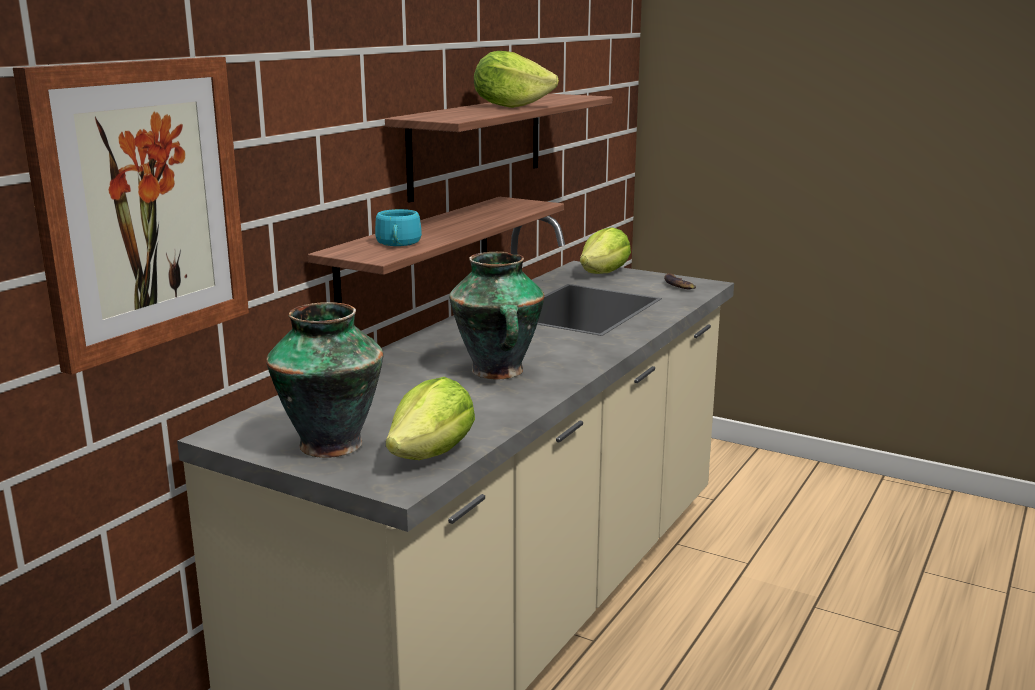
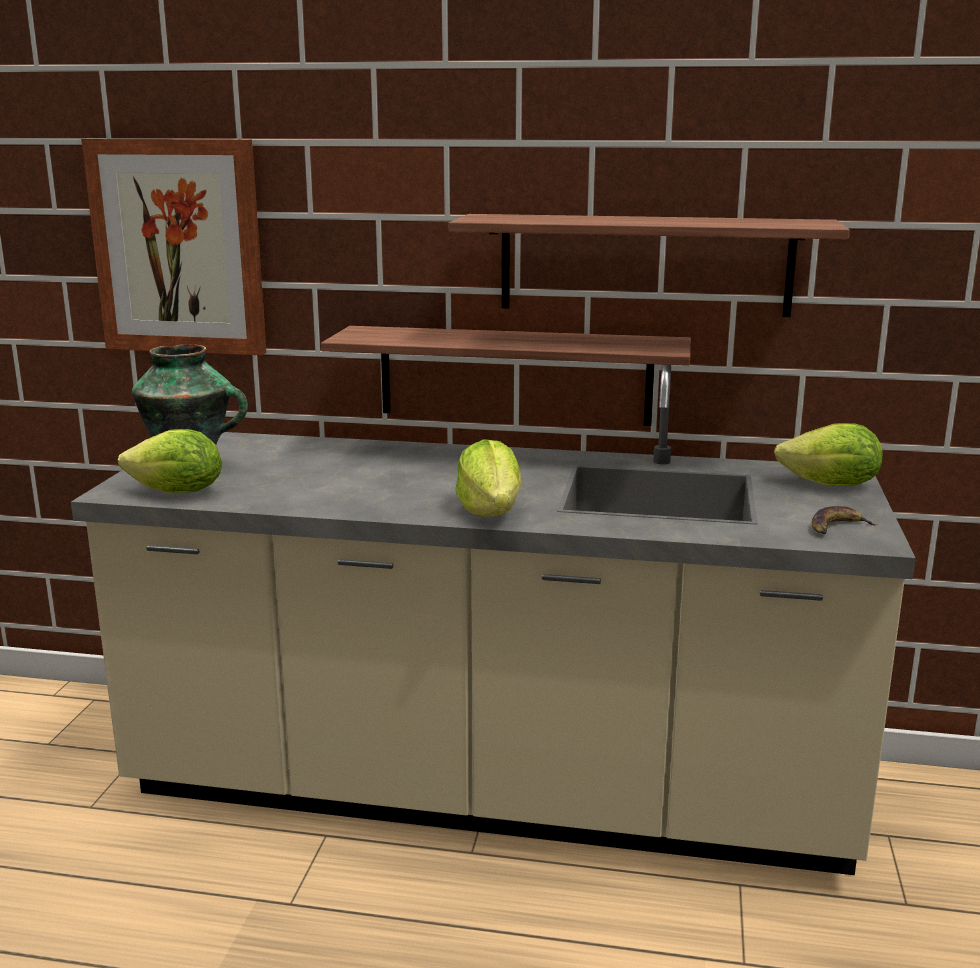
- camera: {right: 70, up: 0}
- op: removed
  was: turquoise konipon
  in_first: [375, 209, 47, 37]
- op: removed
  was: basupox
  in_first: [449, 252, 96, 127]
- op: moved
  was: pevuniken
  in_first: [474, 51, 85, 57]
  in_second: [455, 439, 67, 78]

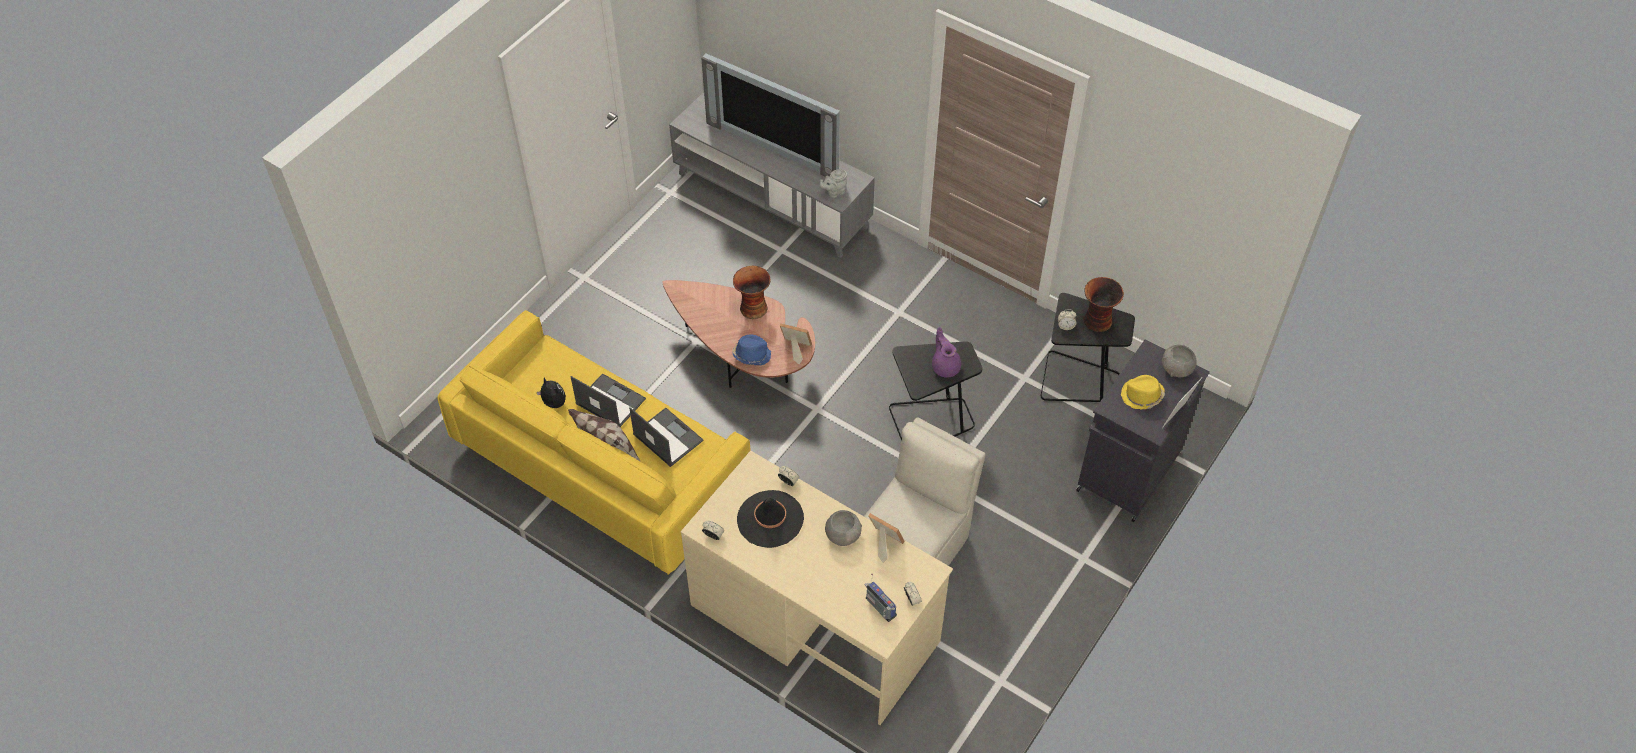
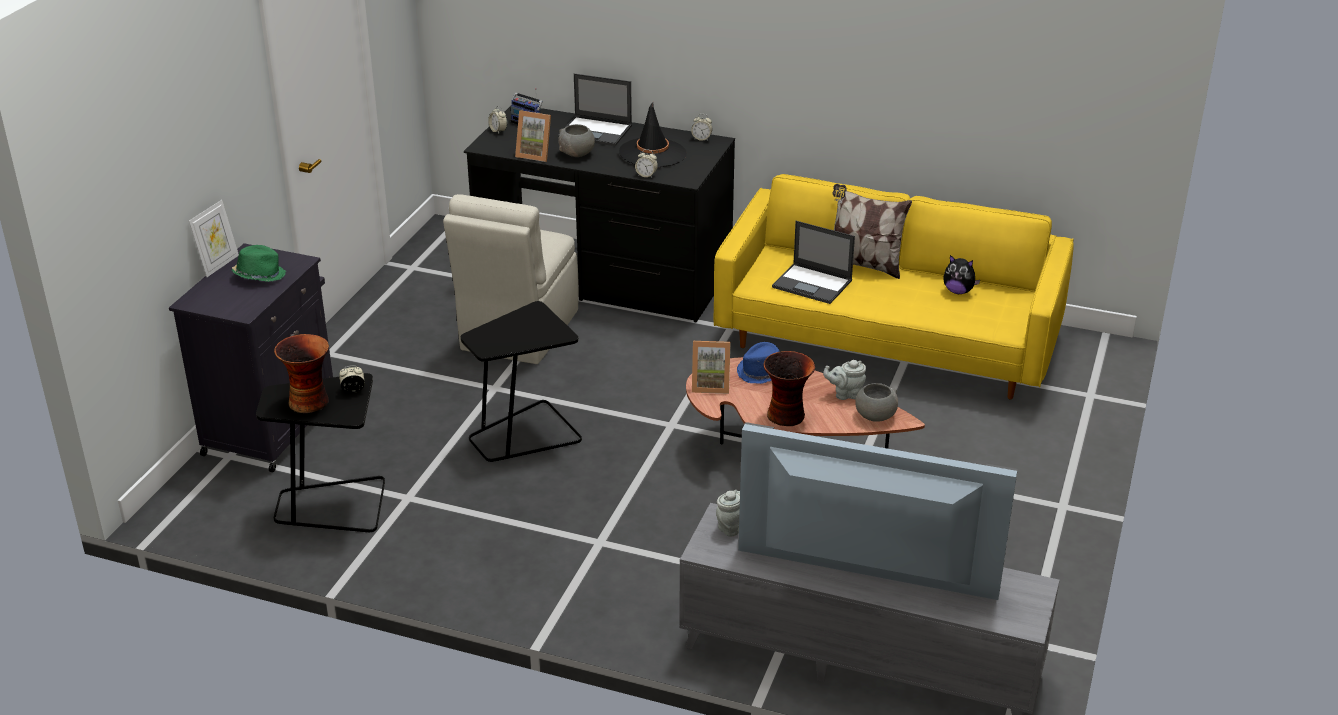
- camera: {right: 165, up: -20}
- op: moved
  was: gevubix
  in_first: [571, 373, 75, 54]
  in_second: [558, 74, 74, 72]
- op: recoloured
  was: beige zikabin
  now: black zikabin
  in_first: [681, 451, 272, 274]
  in_second: [464, 106, 271, 216]
- op: removed
  was: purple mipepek
  in_first: [932, 327, 29, 51]
- op: recoloured
  was: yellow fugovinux
  now: green fugovinux
  in_first: [1121, 375, 44, 35]
  in_second: [232, 245, 54, 37]
- op: moved
  was: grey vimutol
  in_first: [1162, 345, 35, 32]
  in_second: [855, 383, 43, 39]
- op: added
  now: grey mipepek
  in_second: [823, 360, 43, 40]

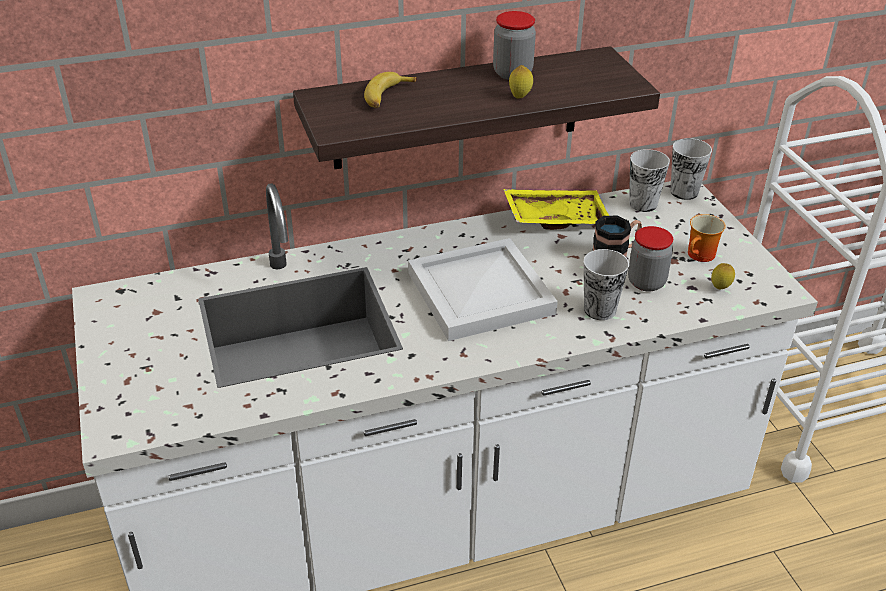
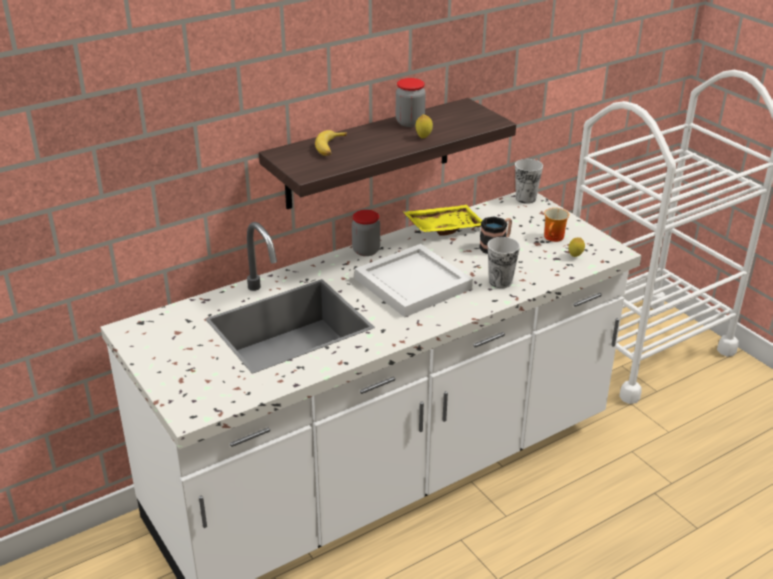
- camera: {right: -15, up: -5}
- op: moved
  was: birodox
  in_first: [628, 226, 45, 65]
  in_second: [352, 210, 28, 46]
- op: removed
  was: konipon
  in_first: [629, 149, 41, 63]

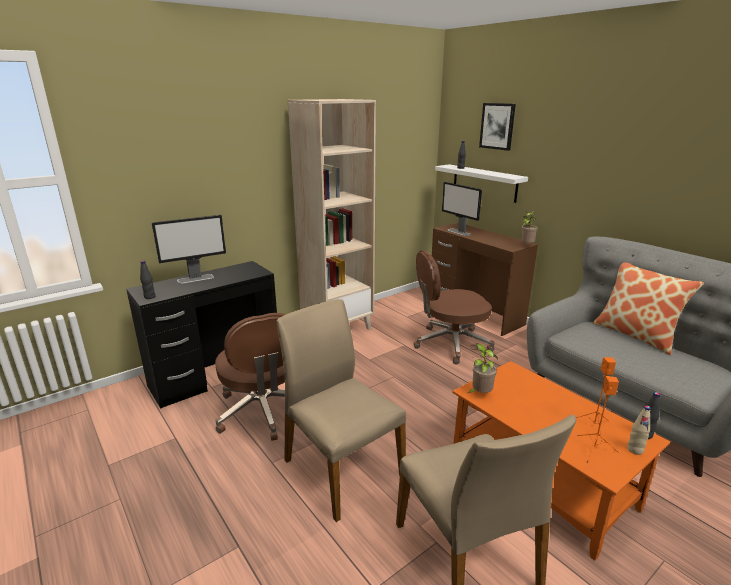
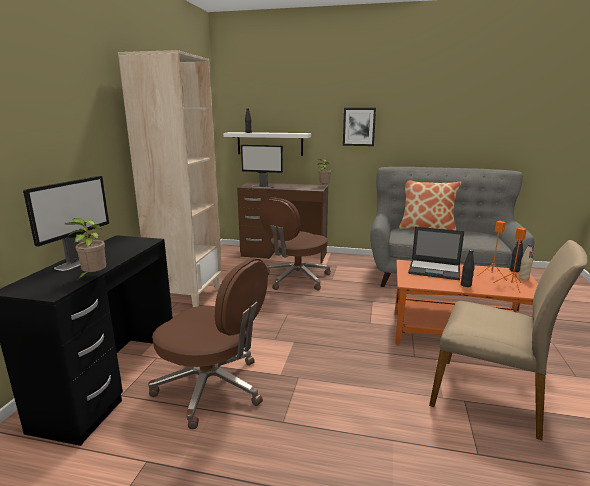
- camera: {right: -40, up: -5}
- op: moved
  was: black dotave
  in_first: [140, 261, 16, 38]
  in_second: [461, 250, 14, 37]
- op: removed
  was: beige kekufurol
  in_first: [277, 299, 129, 223]
- op: moved
  was: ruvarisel
  in_first: [468, 344, 30, 49]
  in_second: [65, 218, 41, 61]
- op: moved
  was: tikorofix
  in_first: [479, 103, 37, 48]
  in_second: [343, 108, 33, 38]
- op: added
  now: gevubix
  in_second: [408, 227, 56, 53]

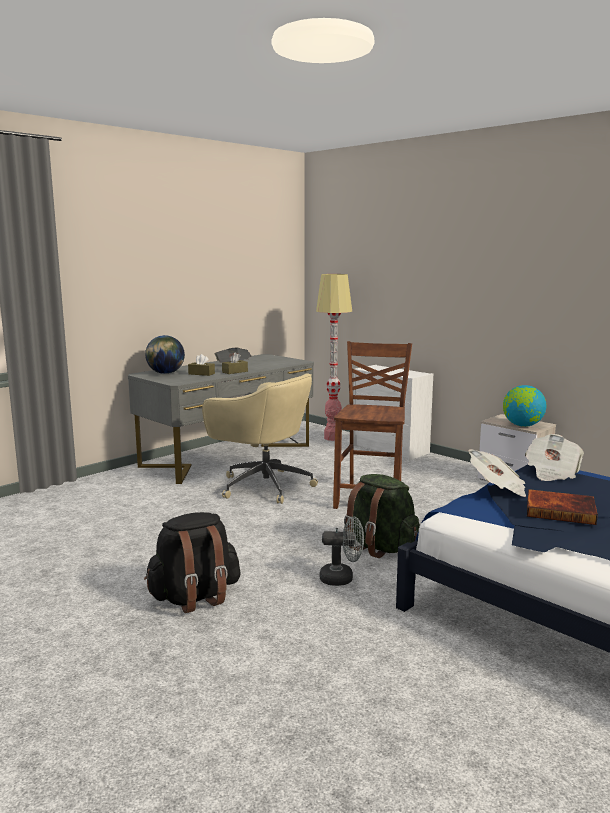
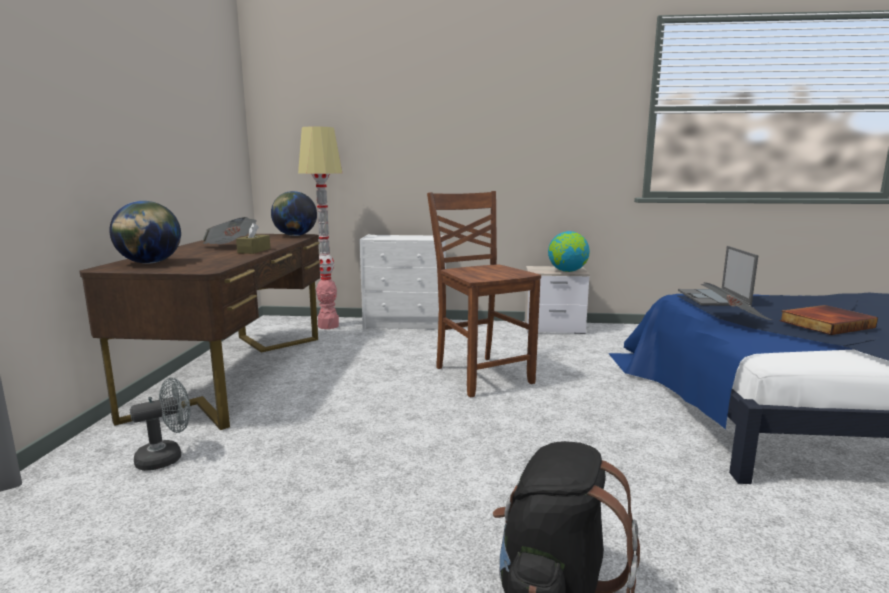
- camera: {right: -40, up: 0}
- op: recoloured
  was: grey zikabin
  now: brown zikabin
  in_first: [128, 354, 186, 130]
  in_second: [80, 234, 241, 196]
- op: removed
  was: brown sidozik
  in_first: [188, 354, 27, 22]
- op: removed
  was: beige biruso
  in_first: [202, 373, 116, 131]
- op: moved
  was: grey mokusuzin
  in_first: [320, 517, 44, 69]
  in_second: [130, 378, 60, 93]
- op: removed
  was: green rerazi
  in_first: [344, 474, 76, 84]
- op: replaced
  was: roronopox
  now: gevubix
  in_first: [525, 434, 59, 47]
  in_second: [678, 246, 80, 60]
- op: added
  now: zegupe
  in_second: [271, 191, 46, 45]

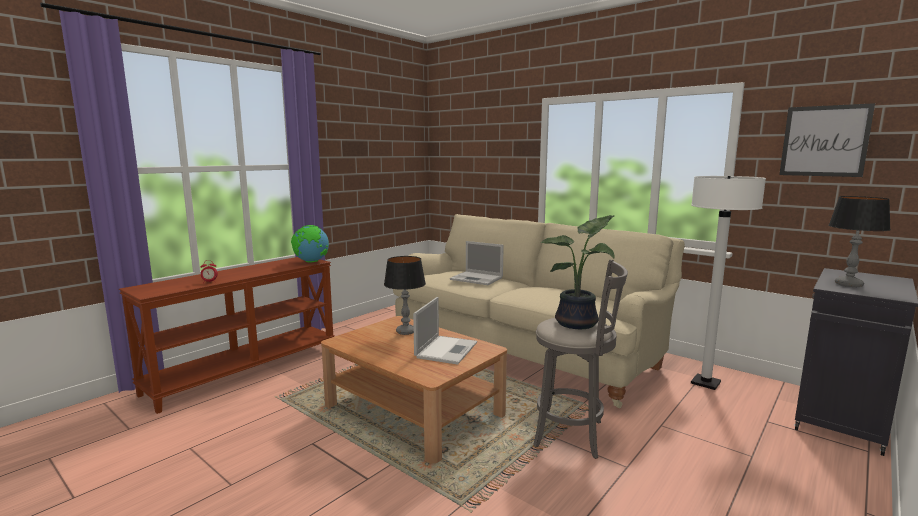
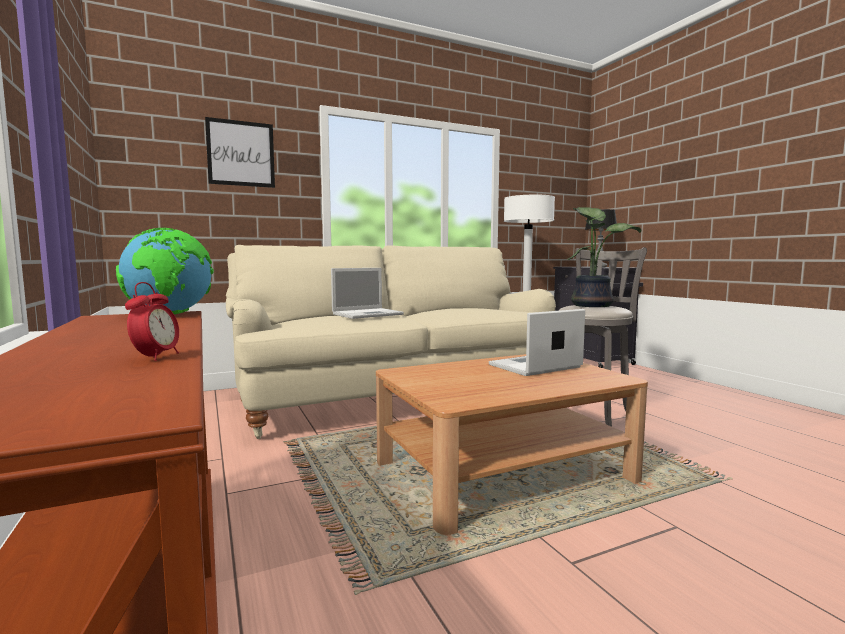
- camera: {right: -65, up: -5}
- op: removed
  was: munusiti
  in_first: [384, 256, 42, 79]
- op: turned
  was: gevubix
  in_first: [413, 297, 64, 68]
  in_second: [489, 309, 96, 67]
  clockwise: -75
- op: moved
  was: tikorofix
  in_first: [779, 103, 96, 74]
  in_second: [205, 117, 70, 71]

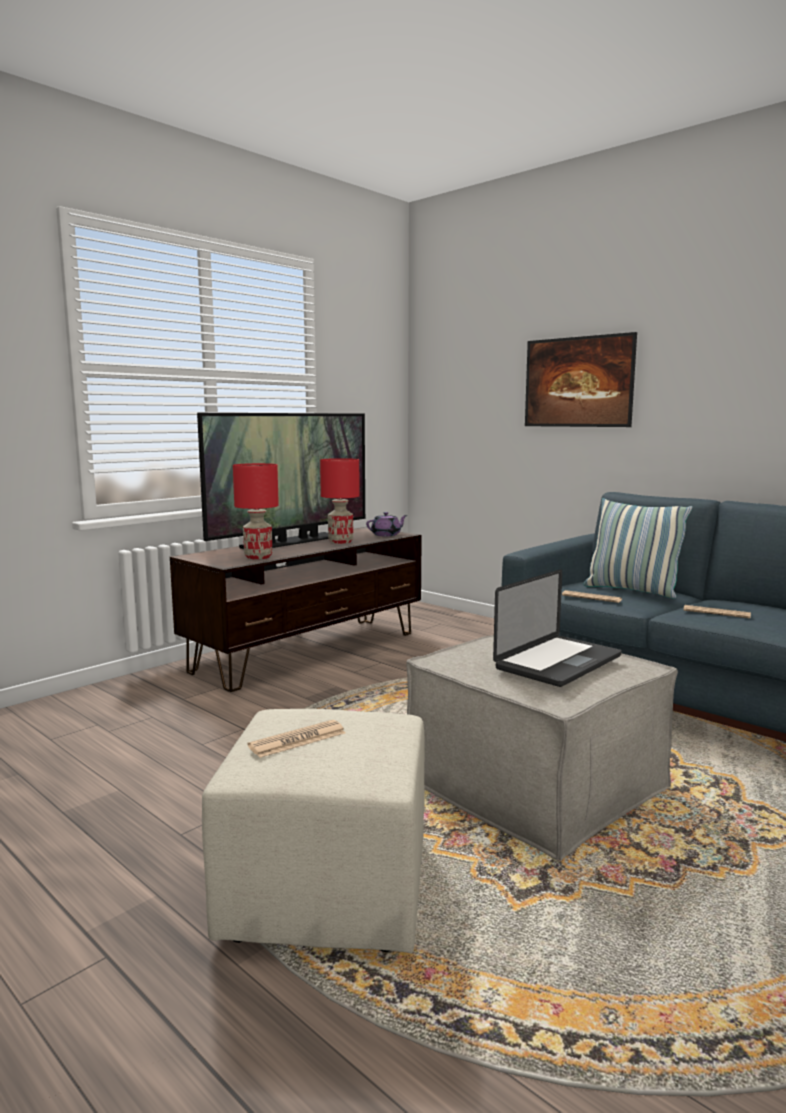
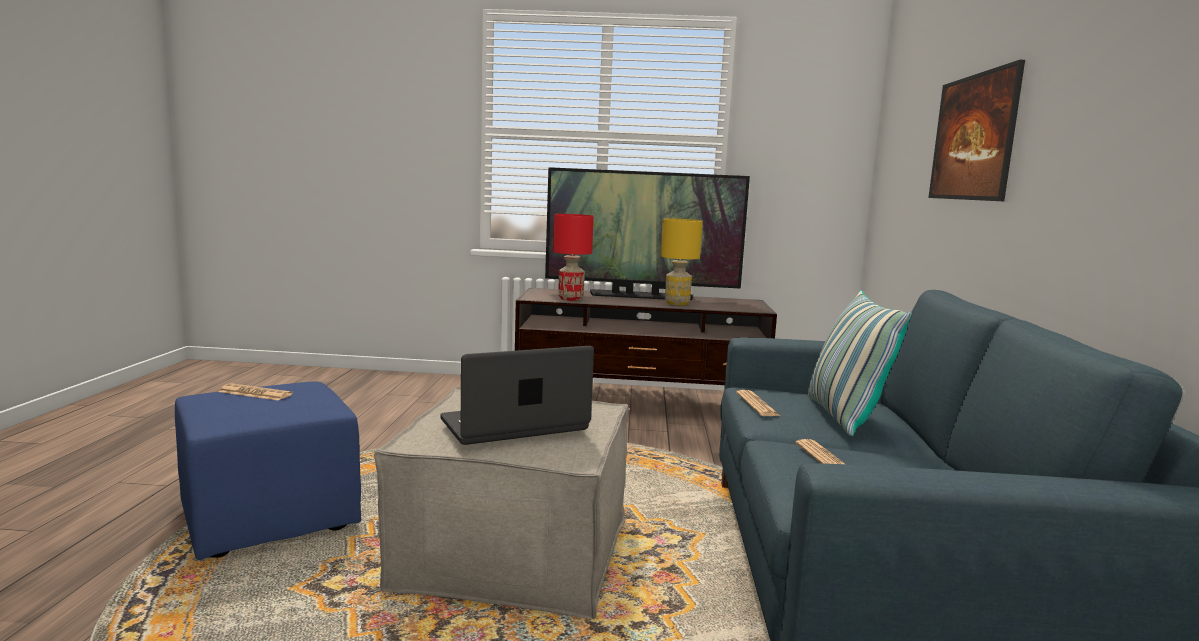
- camera: {right: 50, up: 0}
- op: recoloured
  was: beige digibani
  now: blue digibani
  in_first: [202, 709, 223, 245]
  in_second: [175, 381, 186, 179]
- op: recoloured
  was: red munusiti
  now: yellow munusiti
  in_first: [320, 458, 40, 86]
  in_second: [661, 218, 42, 88]
- op: removed
  was: purple mipepek
  in_first: [366, 512, 41, 24]
- op: turned
  was: gevubix
  in_first: [493, 569, 129, 118]
  in_second: [440, 346, 154, 99]
  clockwise: 150

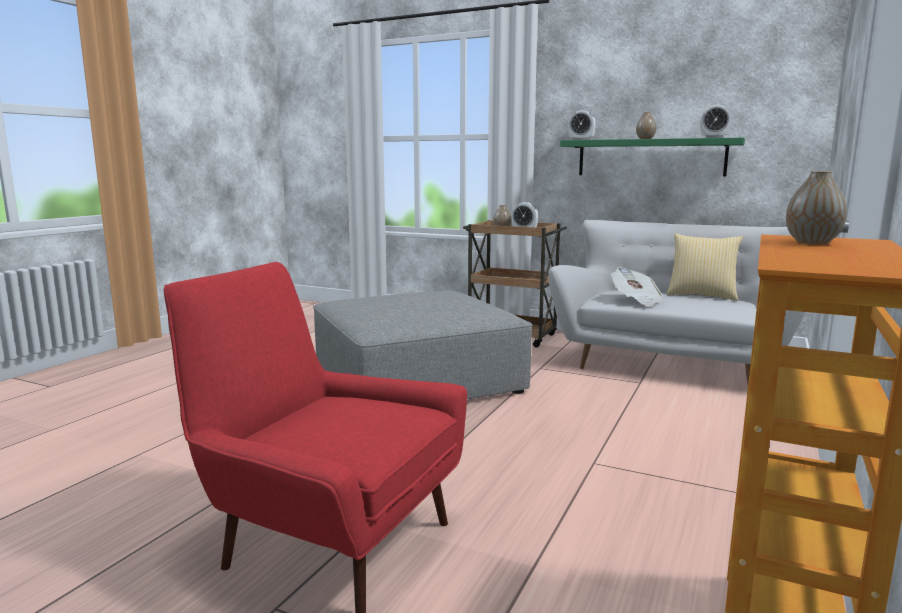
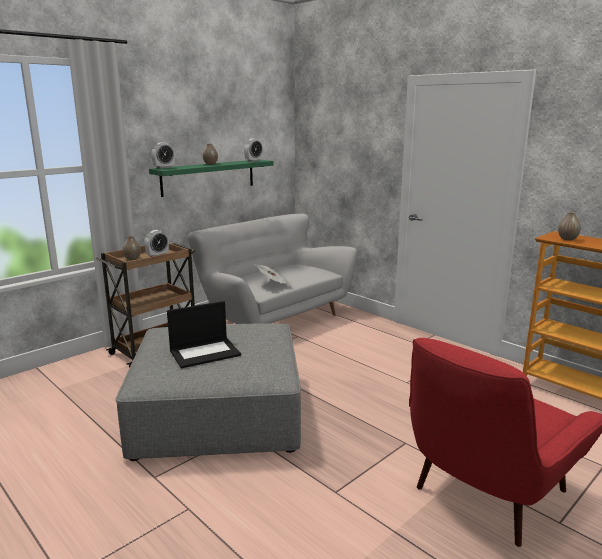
- camera: {right: -70, up: 5}
- op: removed
  was: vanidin
  in_first: [667, 233, 76, 68]
- op: added
  now: gevubix
  in_second: [167, 301, 74, 67]

